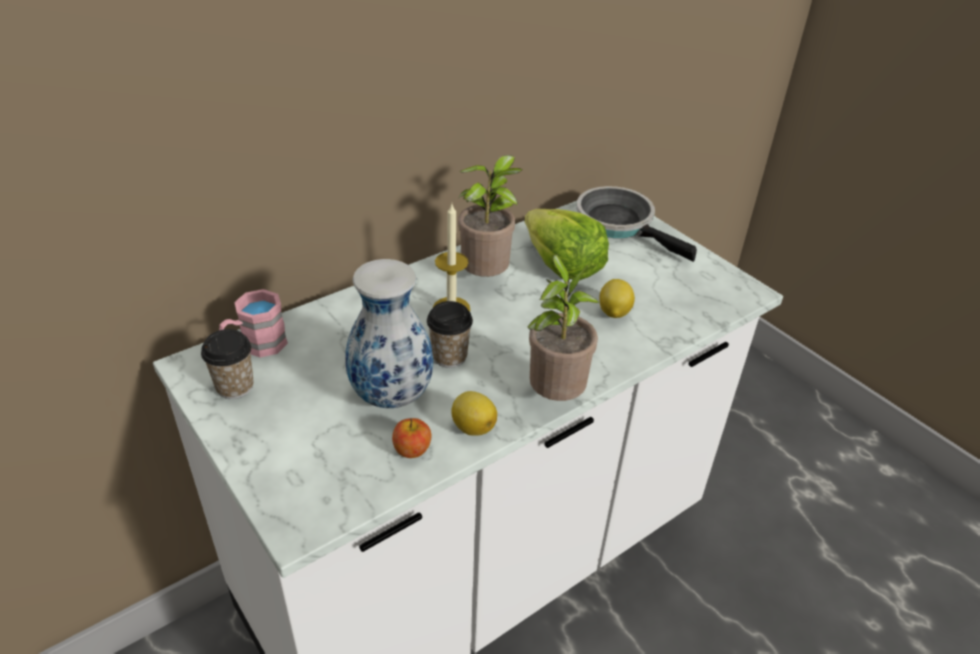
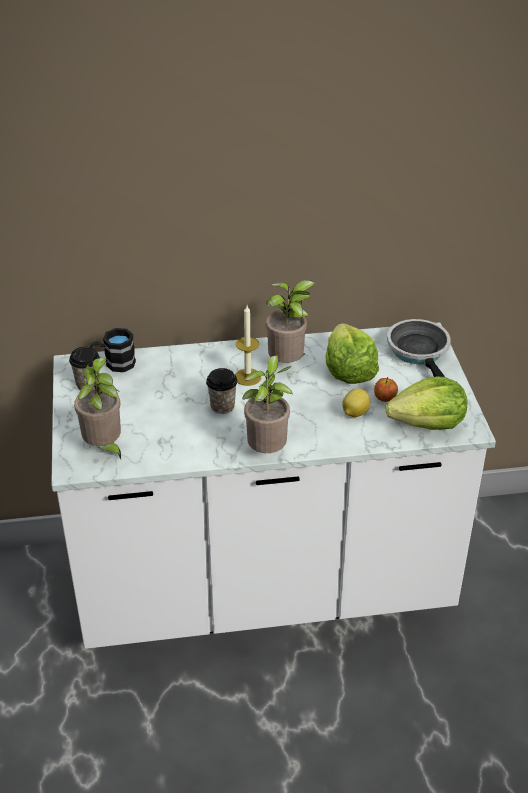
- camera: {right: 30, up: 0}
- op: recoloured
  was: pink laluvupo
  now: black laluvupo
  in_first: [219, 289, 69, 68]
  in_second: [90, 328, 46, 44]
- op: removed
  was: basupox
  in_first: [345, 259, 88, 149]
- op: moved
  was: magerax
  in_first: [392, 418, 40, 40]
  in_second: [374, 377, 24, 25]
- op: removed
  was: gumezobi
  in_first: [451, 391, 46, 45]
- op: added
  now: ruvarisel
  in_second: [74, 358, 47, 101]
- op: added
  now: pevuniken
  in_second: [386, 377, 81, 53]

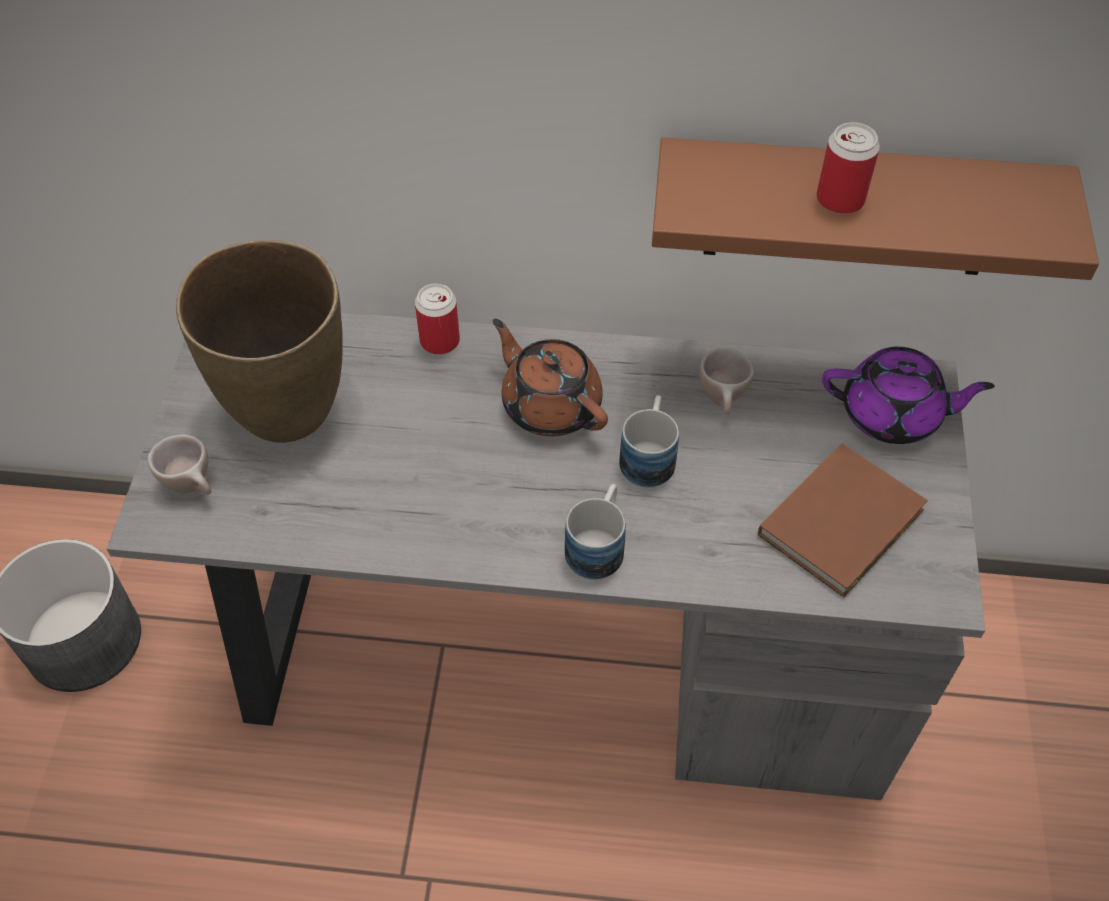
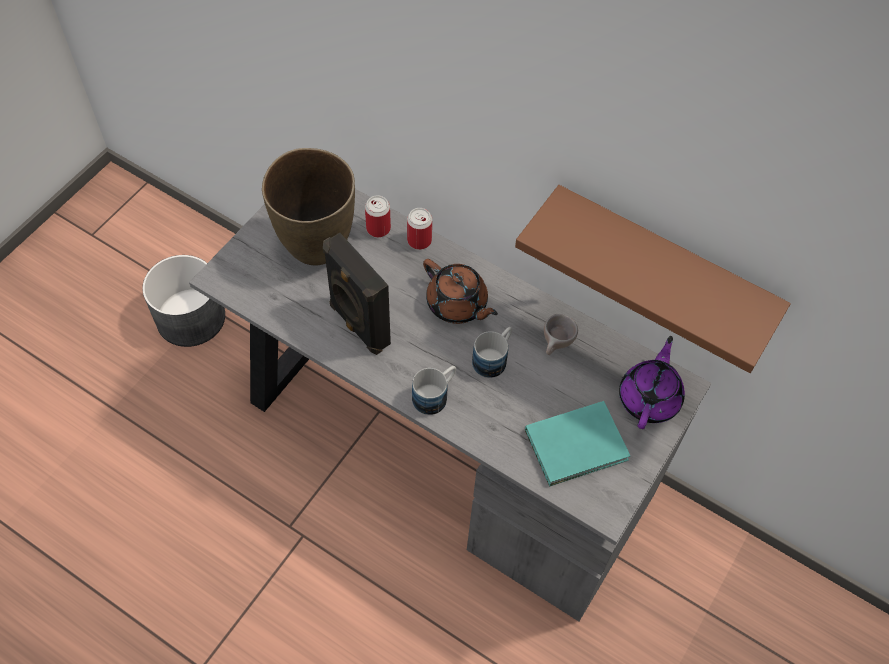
- camera: {right: 25, up: 5}
- op: removed
  was: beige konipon
  in_first: [148, 434, 63, 61]
- op: turned
  was: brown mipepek
  in_first: [493, 319, 115, 117]
  in_second: [423, 259, 75, 65]
  clockwise: 150
- op: recoloured
  was: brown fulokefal
  now: turquoise fulokefal
  in_first: [758, 443, 170, 155]
  in_second: [525, 401, 106, 86]
- op: moved
  was: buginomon
  in_first: [816, 122, 64, 92]
  in_second: [365, 195, 26, 42]
- op: turned
  was: purple mipepek
  in_first: [822, 347, 173, 97]
  in_second: [619, 336, 66, 93]
  clockwise: -105
- op: added
  now: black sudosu
  in_second: [323, 233, 68, 122]

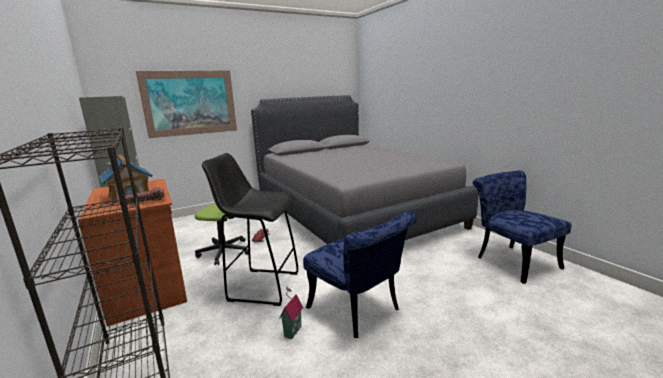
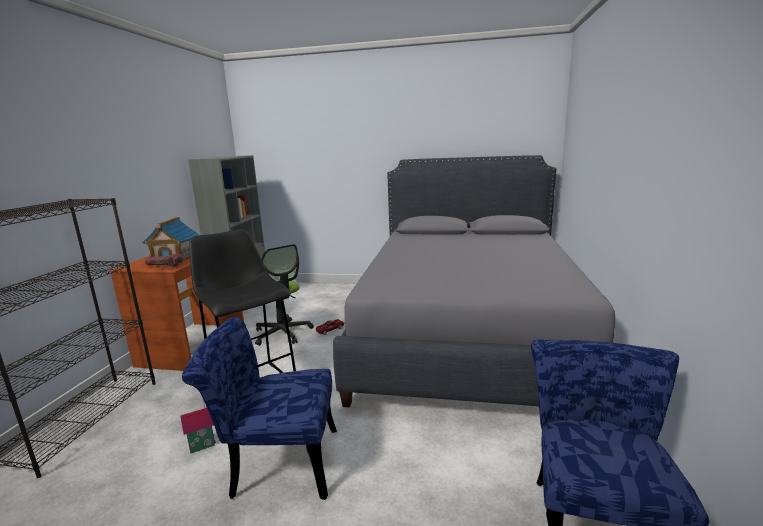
- camera: {right: 40, up: 0}
- op: removed
  was: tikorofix
  in_first: [136, 70, 101, 68]
- op: turned
  was: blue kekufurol
  in_first: [303, 210, 114, 128]
  in_second: [182, 317, 155, 183]
  clockwise: 90

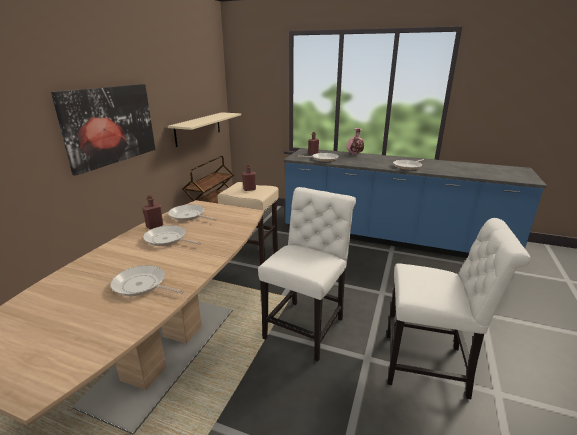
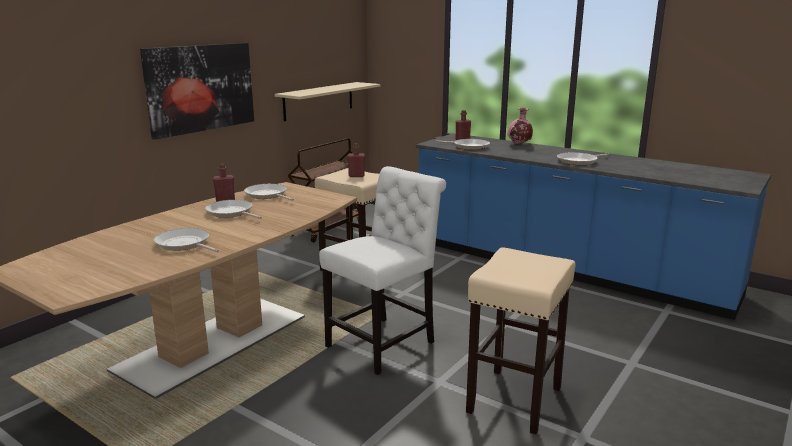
- camera: {right: 15, up: -5}
- op: replaced
  was: white kekufurol
  now: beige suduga
  in_first: [387, 218, 143, 181]
  in_second: [466, 247, 110, 187]

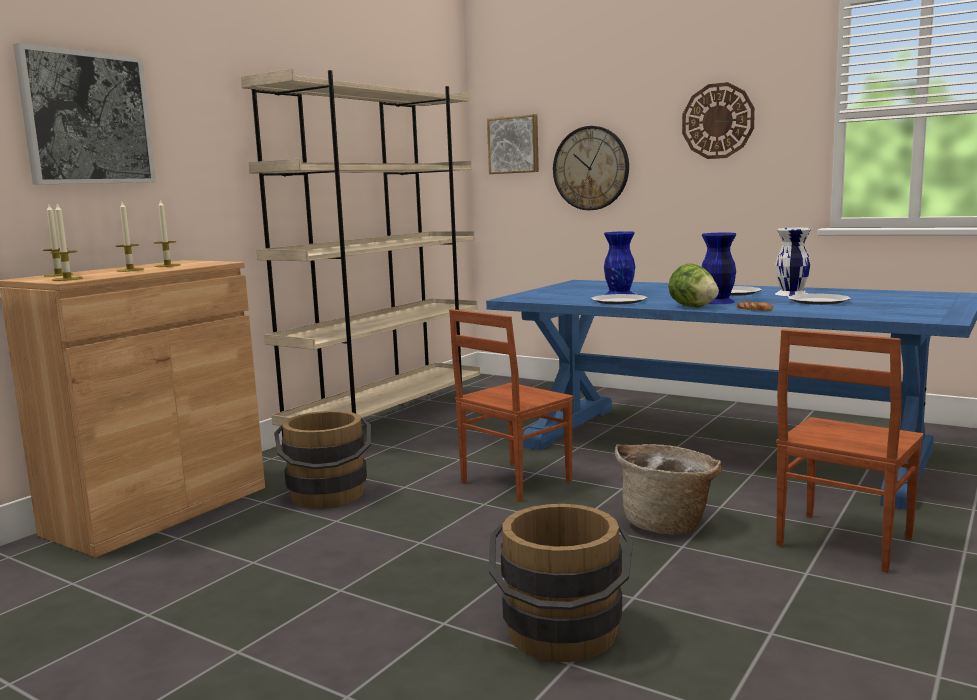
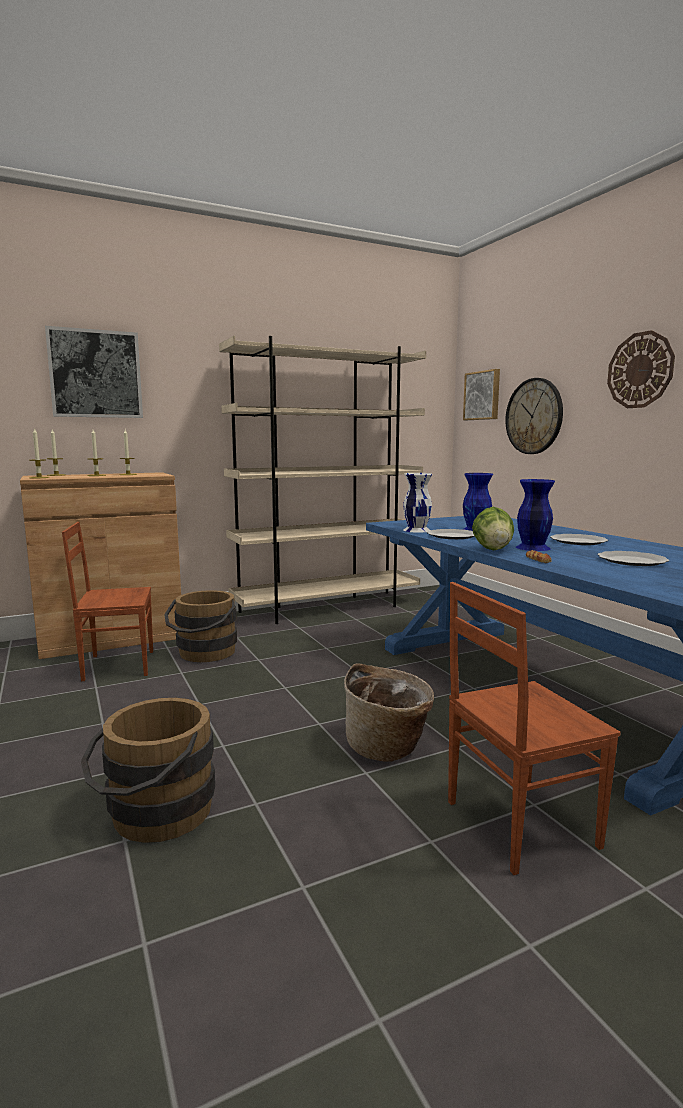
- camera: {right: 30, up: 0}
- op: moved
  was: brown kekufurol
  in_first: [449, 309, 125, 193]
  in_second: [62, 522, 91, 159]
- op: moved
  was: white basupox
  in_first: [775, 228, 36, 68]
  in_second: [403, 473, 30, 60]

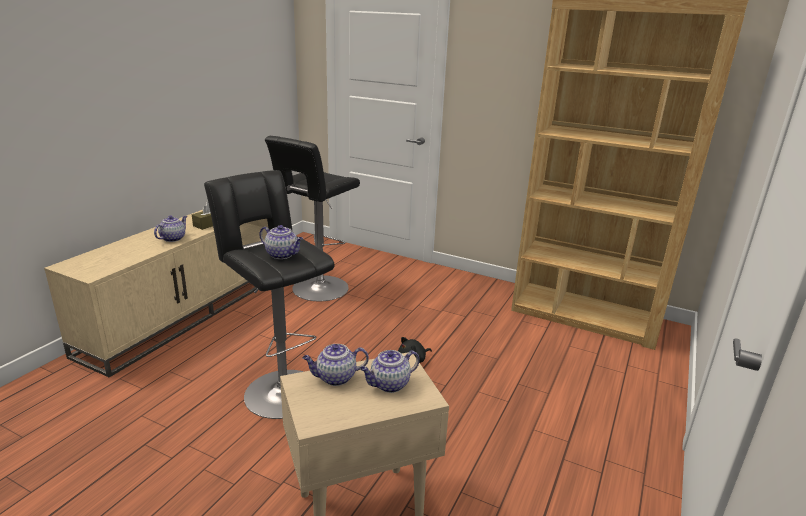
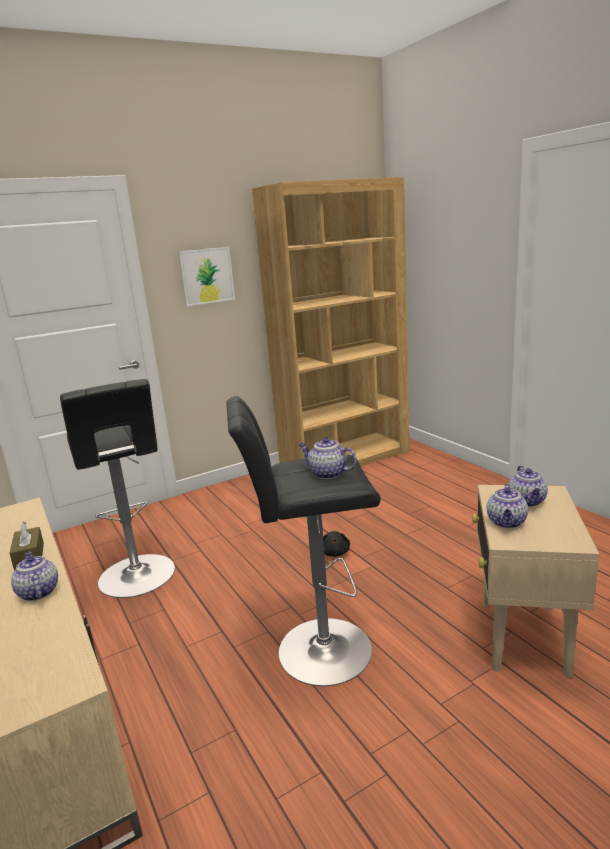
- camera: {right: -55, up: -5}
- op: turned
  was: mipepek
  in_first: [259, 225, 44, 34]
  in_second: [299, 438, 58, 41]
  clockwise: -120
- op: added
  now: tikorofix
  in_second: [178, 247, 57, 59]

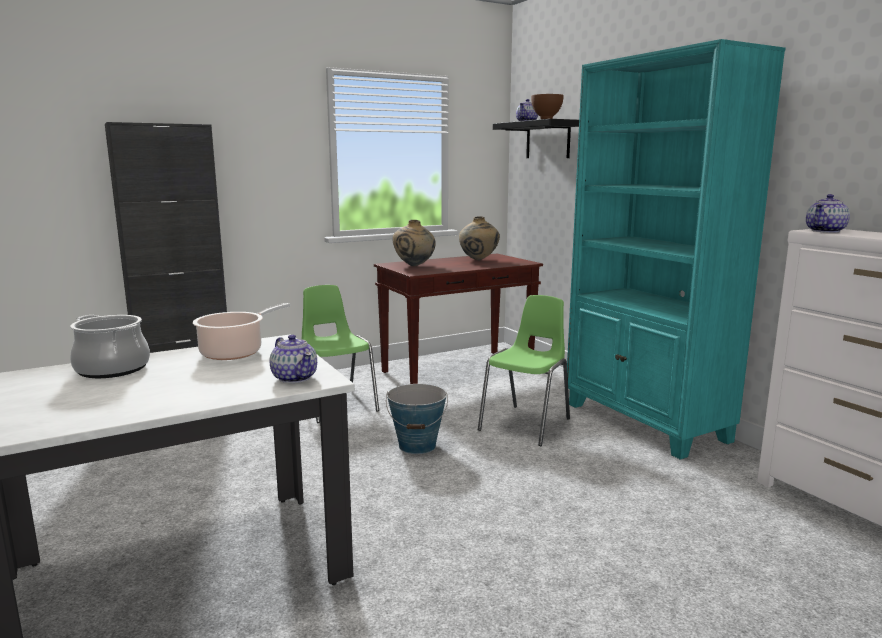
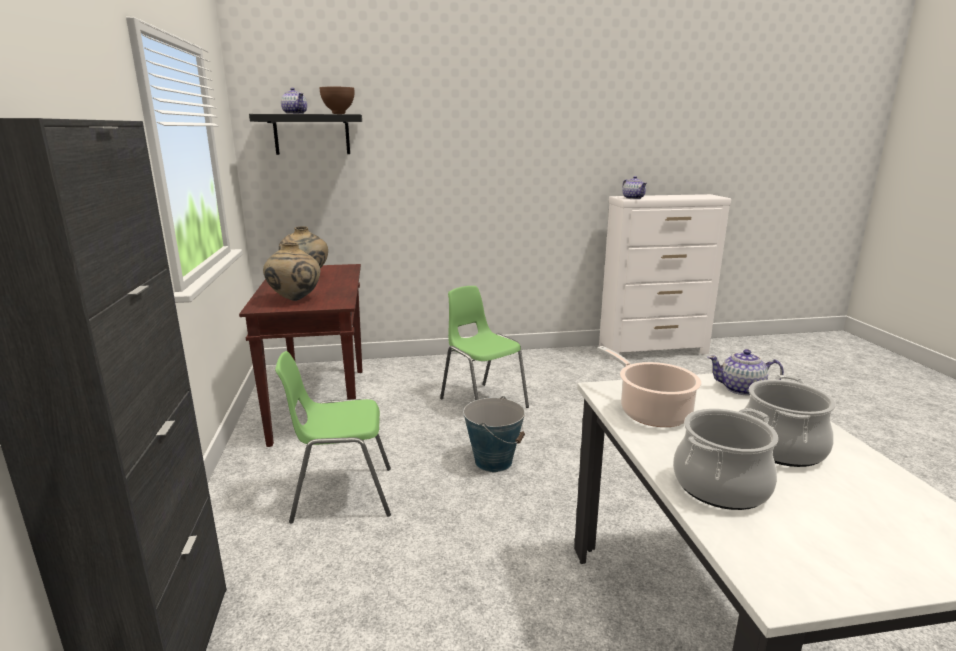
- camera: {right: -70, up: 5}
- op: turned
  was: mipepek
  in_first: [270, 334, 47, 49]
  in_second: [708, 349, 76, 46]
  clockwise: -150
- op: removed
  was: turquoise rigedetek
  in_first: [567, 39, 219, 421]
- op: added
  now: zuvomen
  in_second: [743, 375, 93, 92]

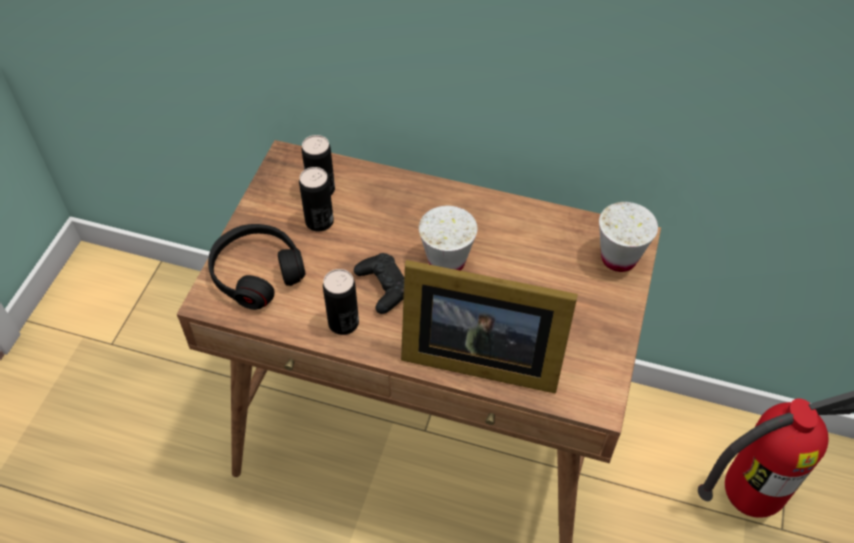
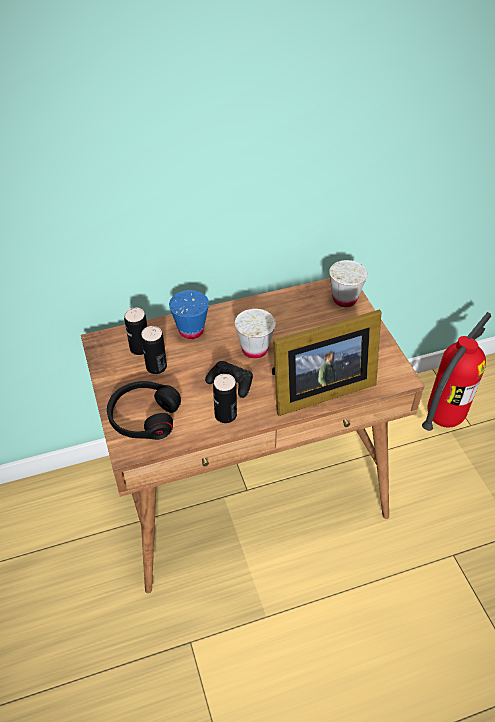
- camera: {right: -35, up: -5}
- op: added
  now: blue konipon
  in_second: [169, 290, 40, 49]

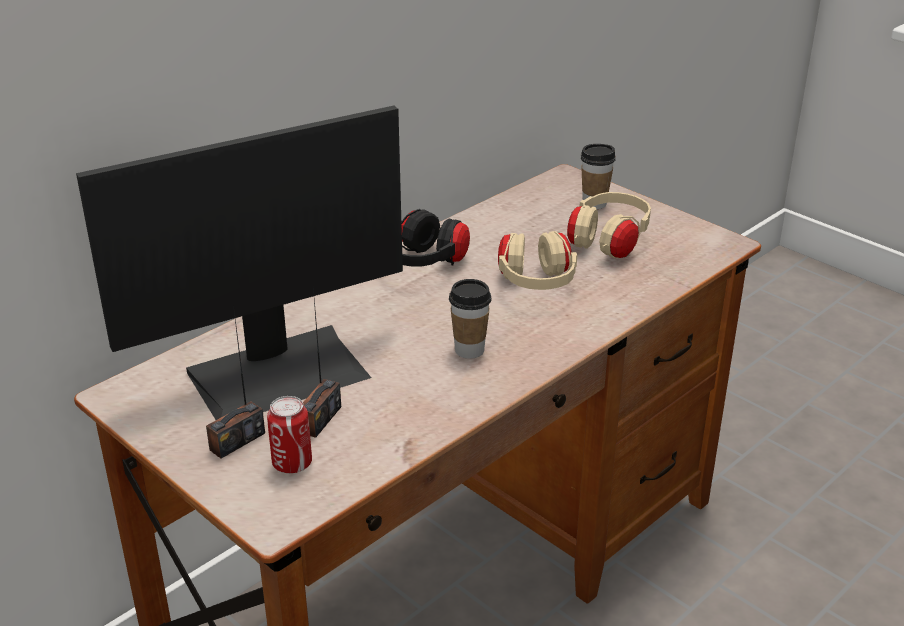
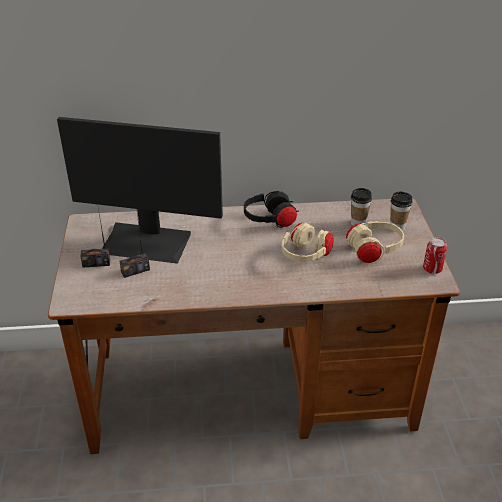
- camera: {right: 40, up: 5}
- op: moved
  was: buginomon
  in_first: [267, 396, 45, 77]
  in_second: [423, 237, 24, 37]
- op: moved
  was: konipon
  in_first: [449, 279, 43, 80]
  in_second: [351, 188, 21, 38]

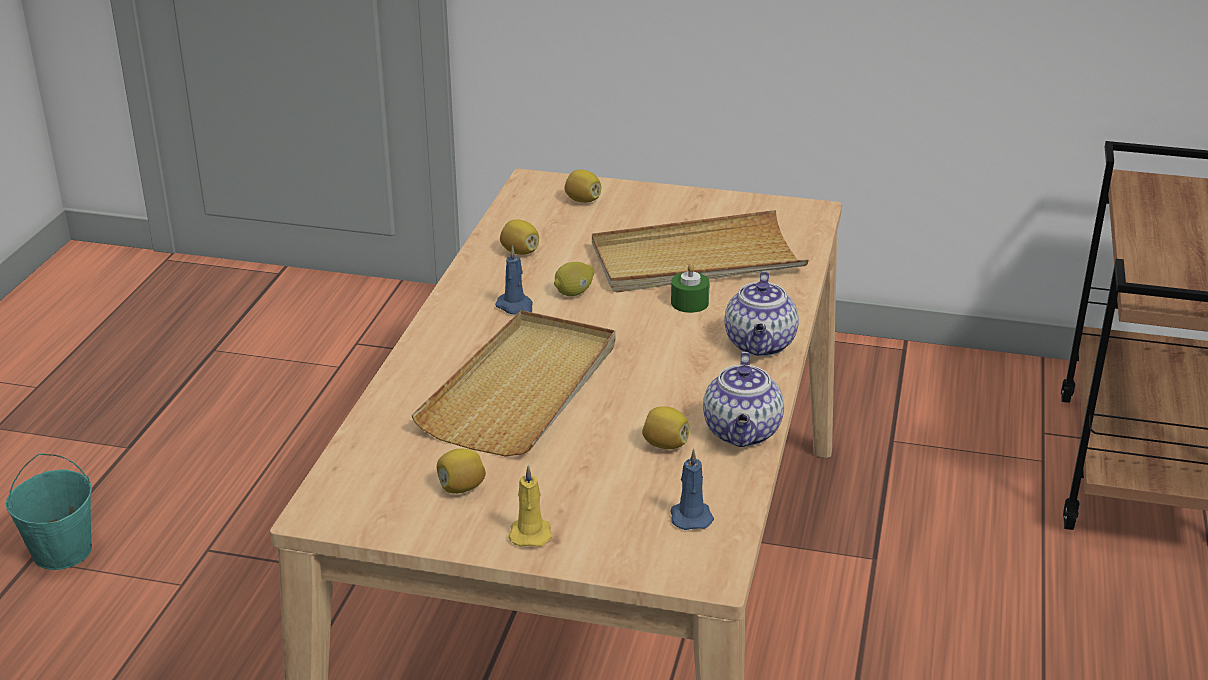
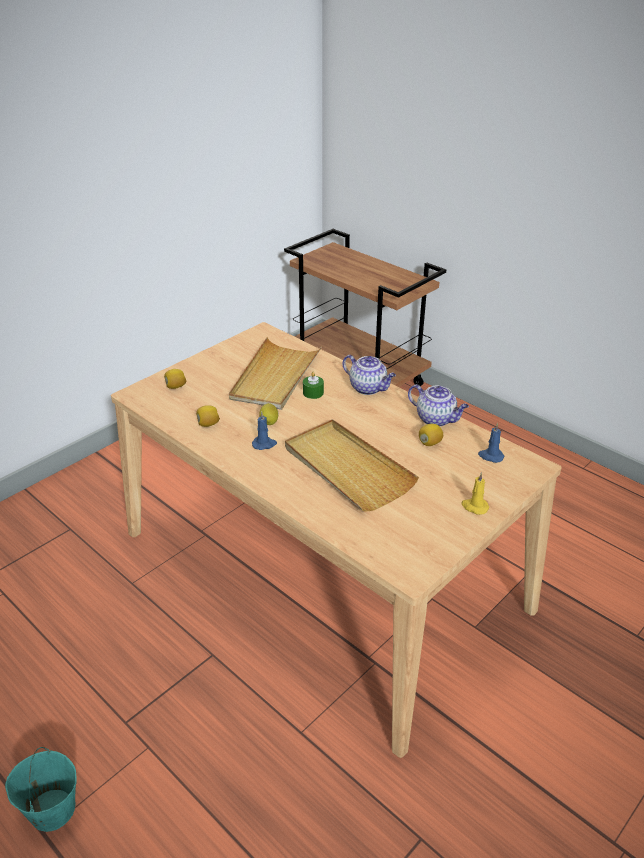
- camera: {right: -60, up: 5}
- op: removed
  was: gumezobi
  in_first: [437, 449, 49, 45]

